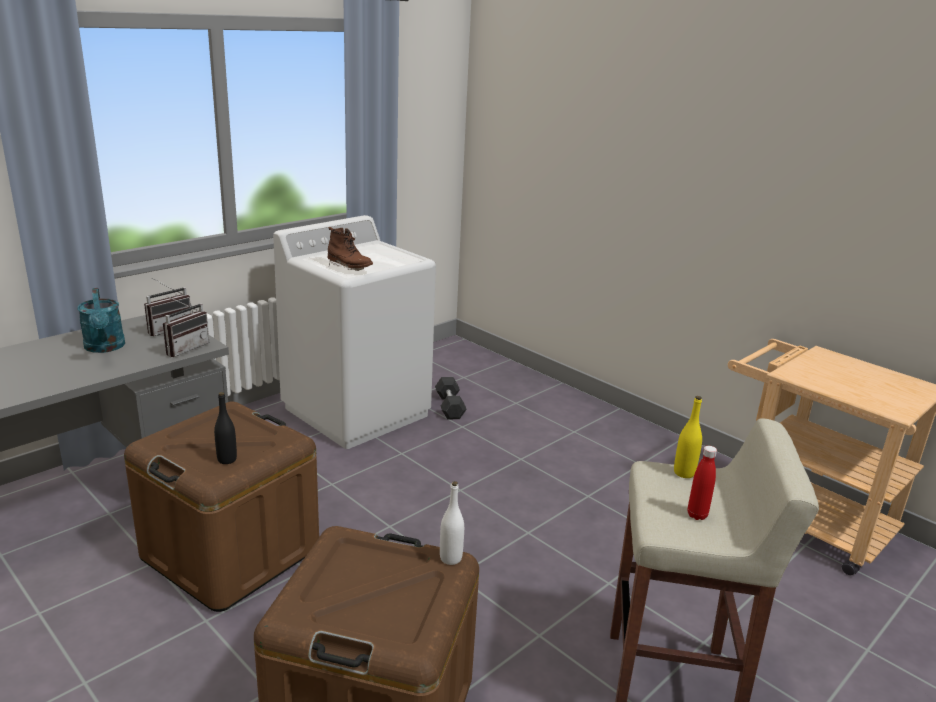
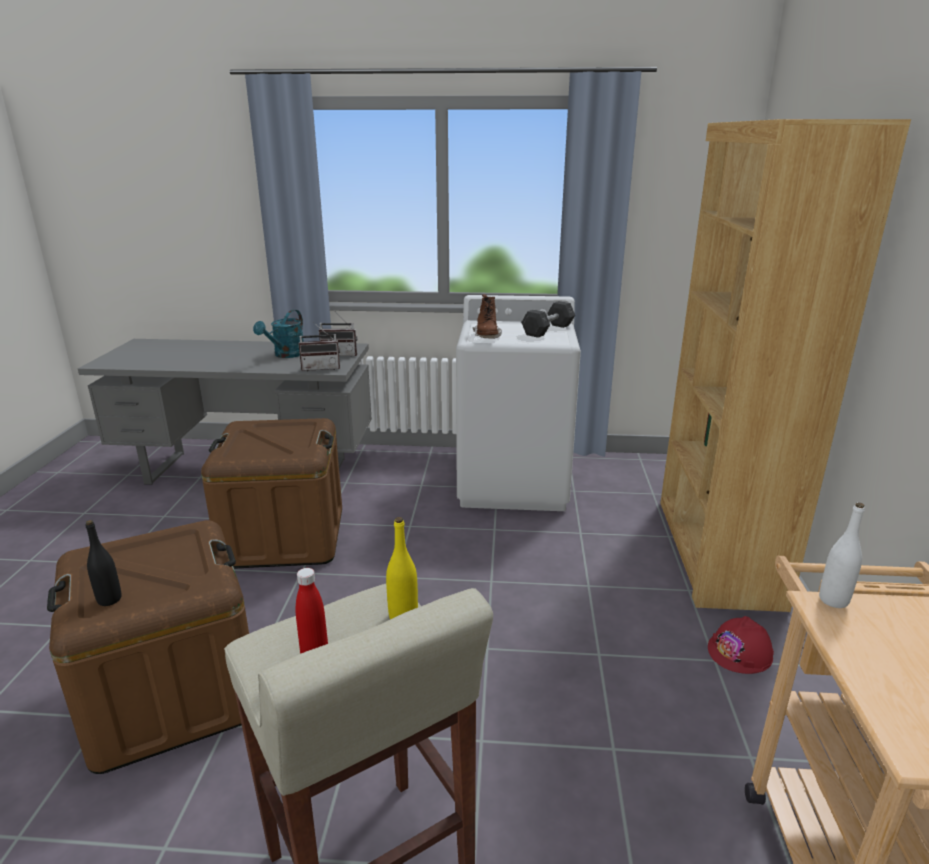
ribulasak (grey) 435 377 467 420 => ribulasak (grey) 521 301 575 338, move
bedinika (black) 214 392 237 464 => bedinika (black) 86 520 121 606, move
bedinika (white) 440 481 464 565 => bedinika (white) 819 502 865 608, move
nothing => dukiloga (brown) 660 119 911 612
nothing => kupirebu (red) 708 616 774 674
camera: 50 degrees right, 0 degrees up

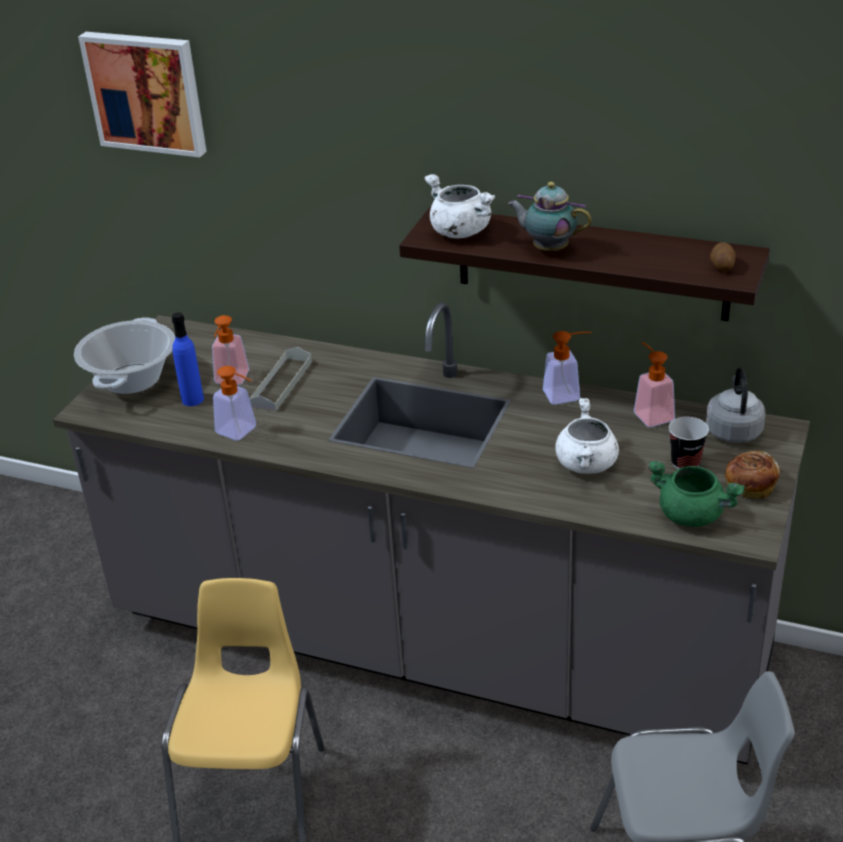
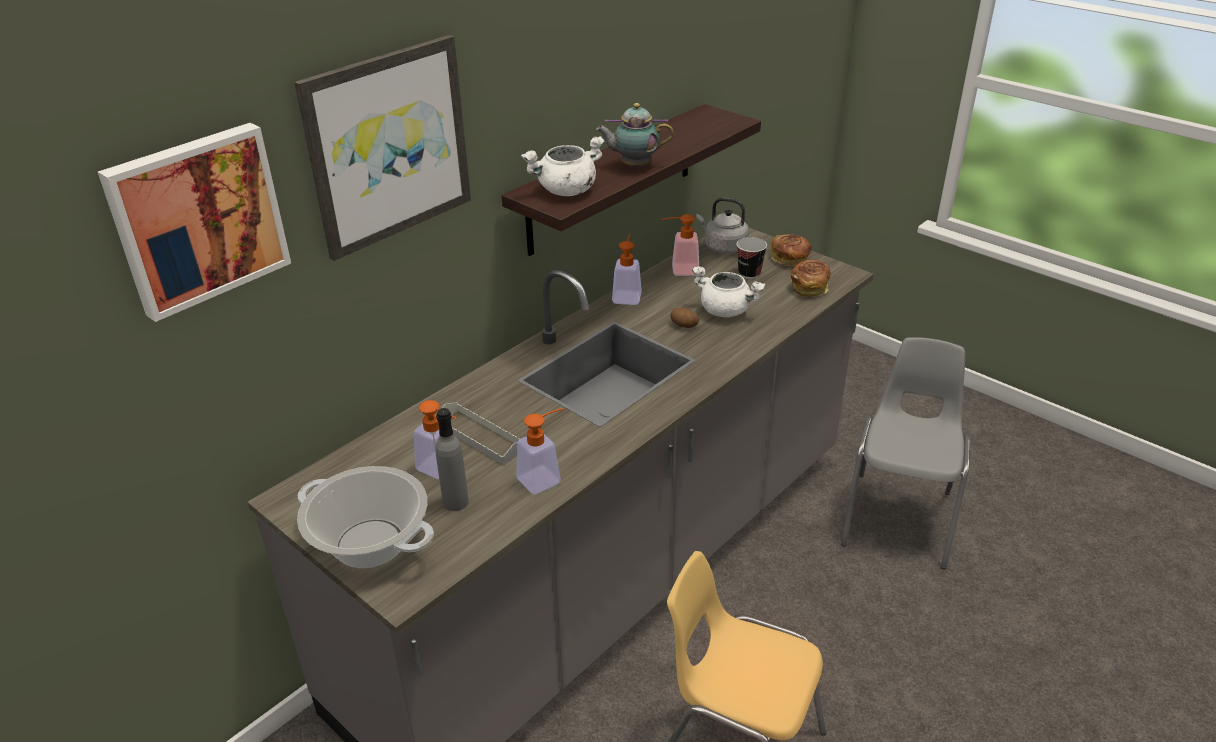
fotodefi 508 182 592 251 => fotodefi 596 103 674 166, 45 degrees clockwise
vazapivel 710 242 736 271 => vazapivel 670 308 699 328, move
bedinika (blue) 172 312 204 406 => bedinika (grey) 435 408 469 511
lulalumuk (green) 648 461 745 527 => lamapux 791 259 831 297
nothing => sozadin 294 35 471 261
camera: 70 degrees left, 0 degrees up

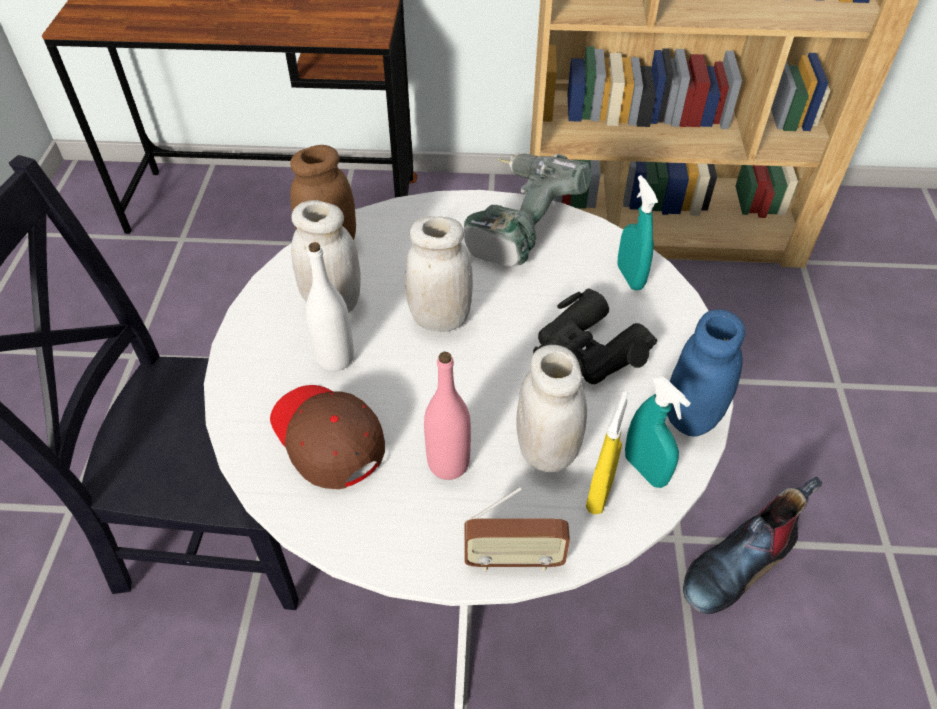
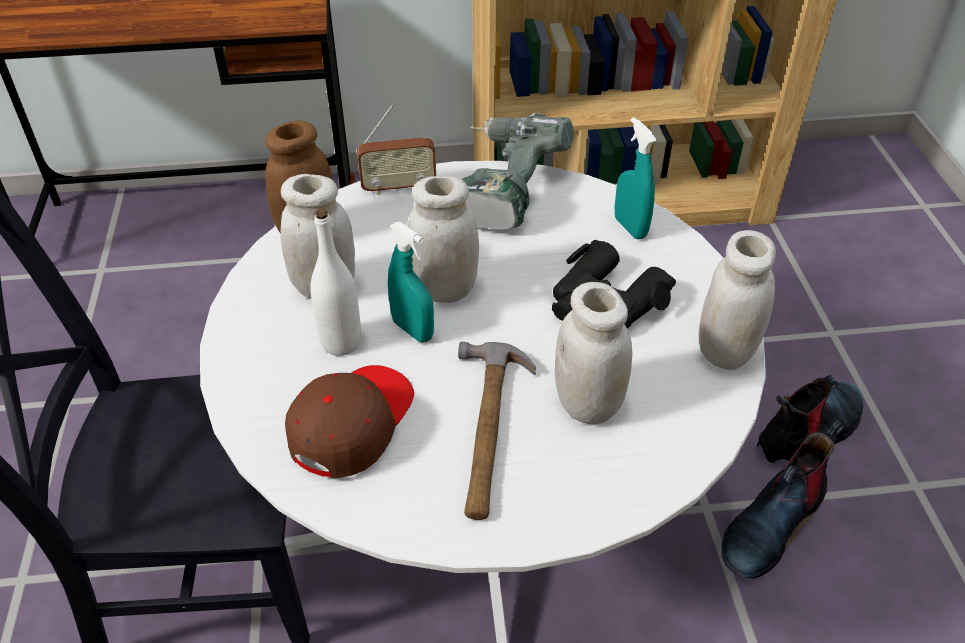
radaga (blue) 667 309 745 437 => radaga (white) 699 230 776 370
bedinika (pink) 424 352 471 480 => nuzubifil 458 342 536 520
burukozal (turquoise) 625 375 691 488 => burukozal (turquoise) 388 222 434 342, move
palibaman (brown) 270 385 385 489 => palibaman (brown) 285 365 414 478, 75 degrees clockwise
burukozal (yellow) 586 392 629 514 => nothing
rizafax 464 486 570 571 => rizafax 357 103 436 195, move
nothing => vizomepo 757 375 863 463
camera: 10 degrees left, 5 degrees down

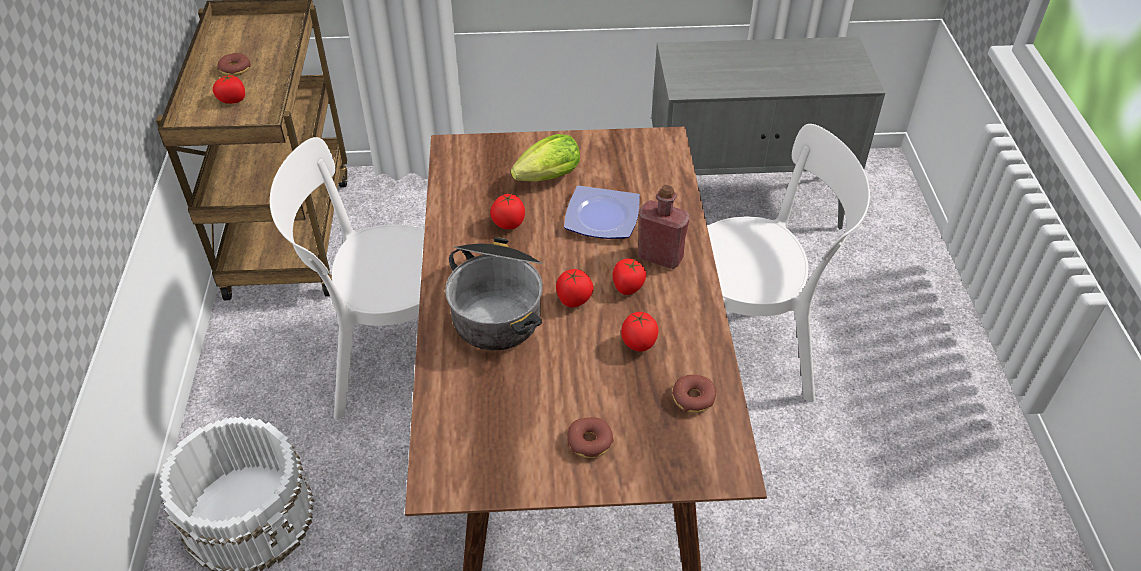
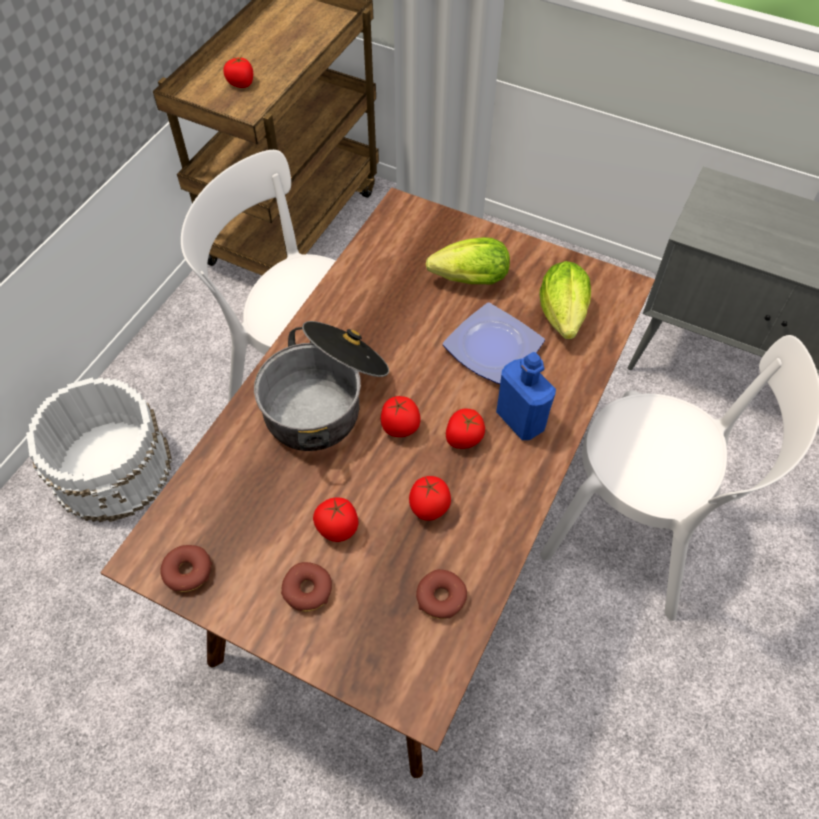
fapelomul 217 53 251 76 => fapelomul 160 545 212 592, move
bedinika (red) 638 185 690 269 => bedinika (blue) 496 352 556 440
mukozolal 490 194 525 229 => mukozolal 313 497 358 542, move
nothing => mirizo 539 261 591 339
camera: 30 degrees right, 10 degrees up

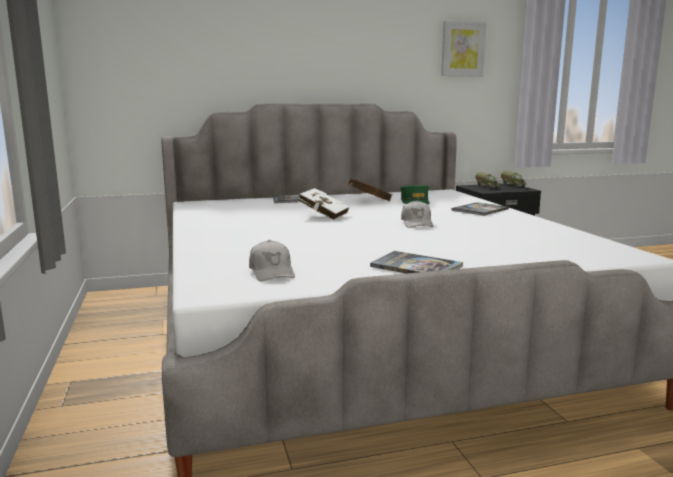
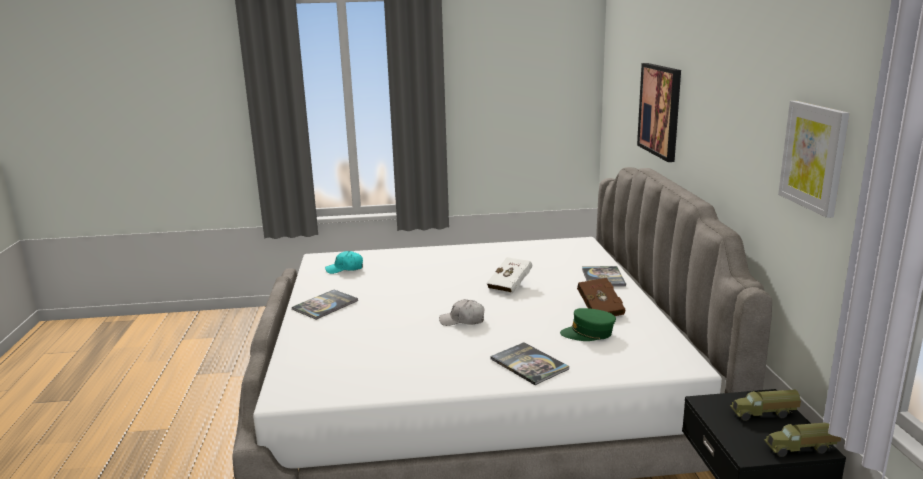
palibaman (white) 249 240 295 281 => palibaman (turquoise) 325 251 363 274
nothing => sozadin 637 63 681 162
camera: 100 degrees right, 5 degrees up

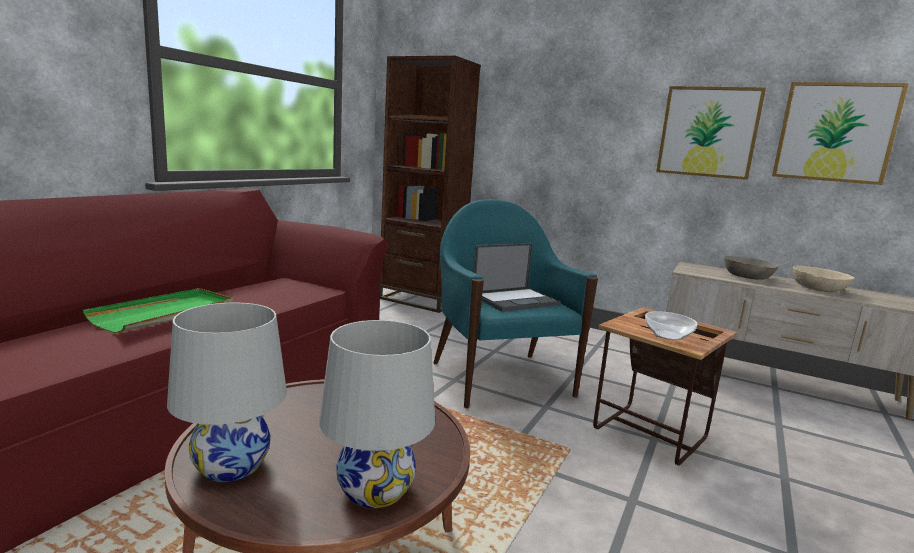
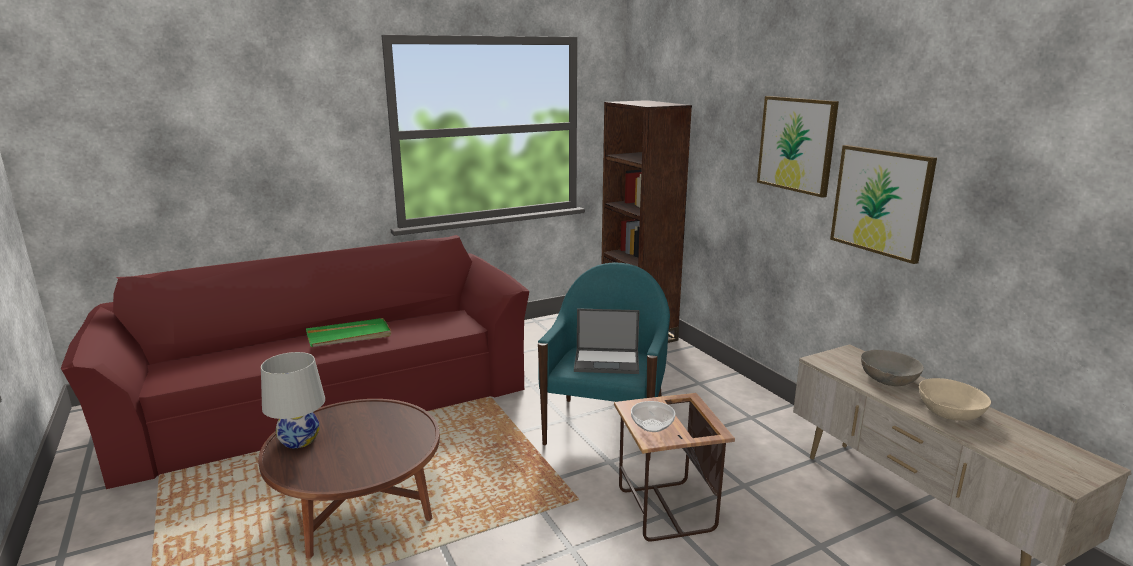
sozadin 772 82 909 185 => sozadin 757 96 839 198, move
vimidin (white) 319 320 435 508 => nothing
camera: 35 degrees right, 5 degrees up

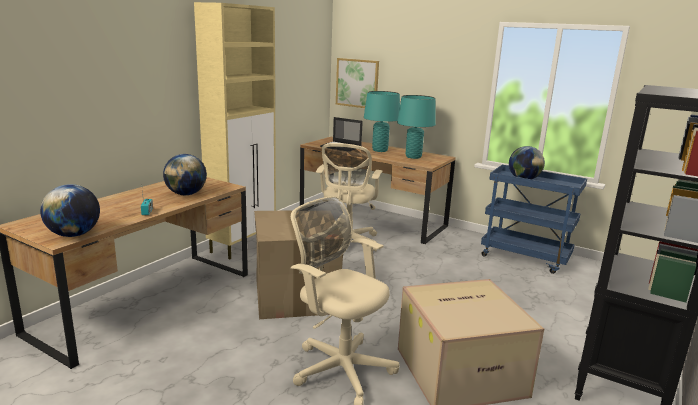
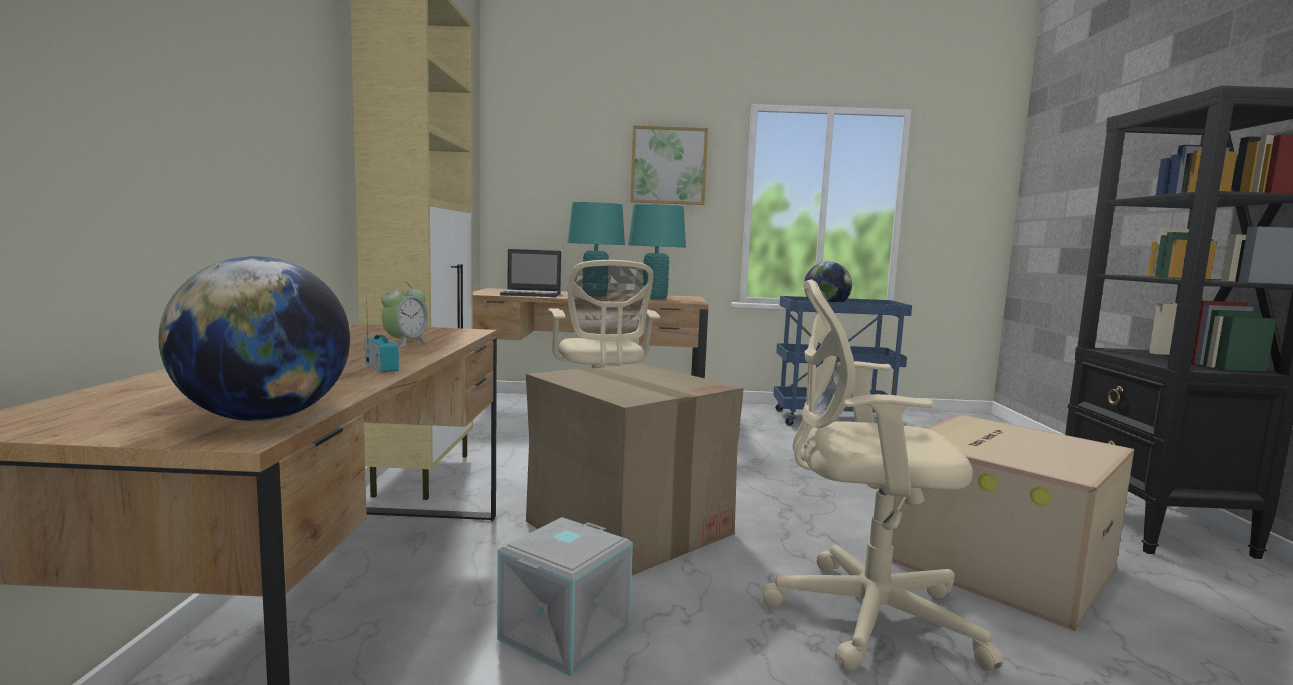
sozadin 336 58 379 108 => sozadin 631 125 708 205, move
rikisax 163 154 207 195 => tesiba 381 282 429 347
nothing => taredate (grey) 497 517 633 677
camera: 30 degrees left, 10 degrees down

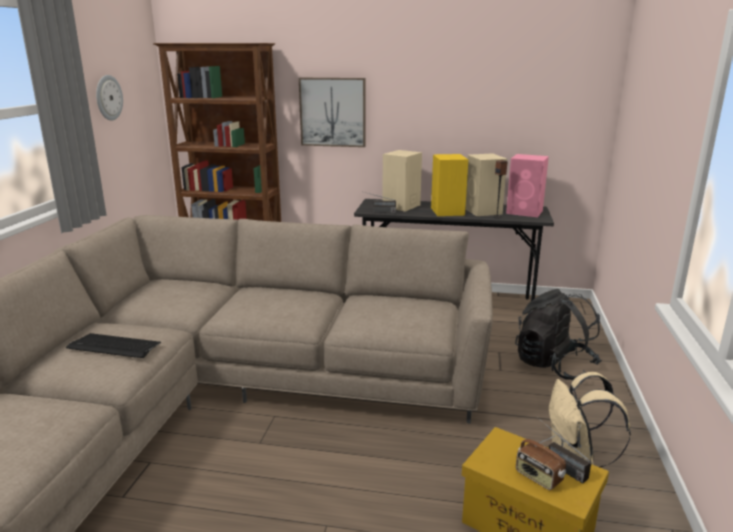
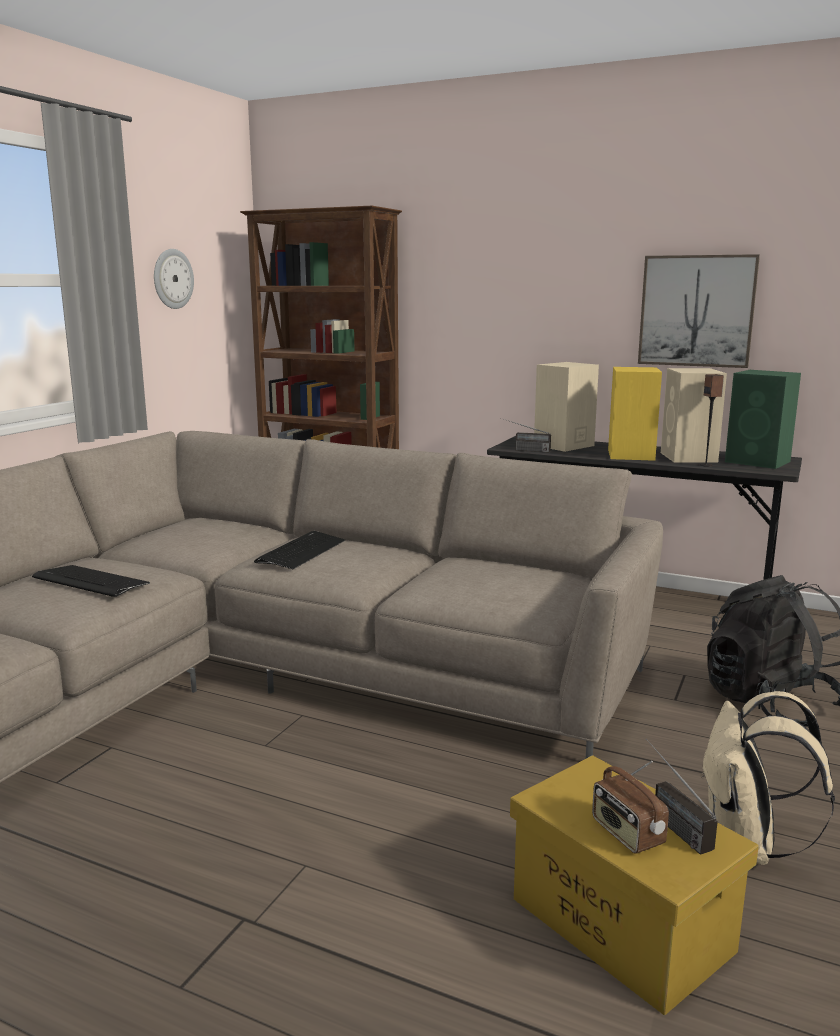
sozadin 299 78 366 147 => sozadin 638 254 760 368, move
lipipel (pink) 506 154 549 217 => lipipel (green) 725 370 801 469
nothing => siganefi 254 531 345 569
camera: 15 degrees right, 5 degrees down

